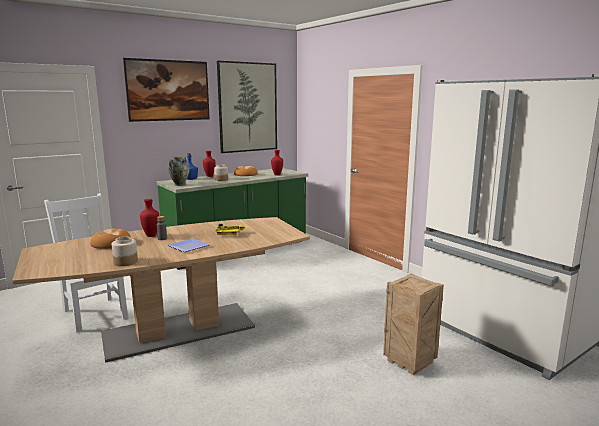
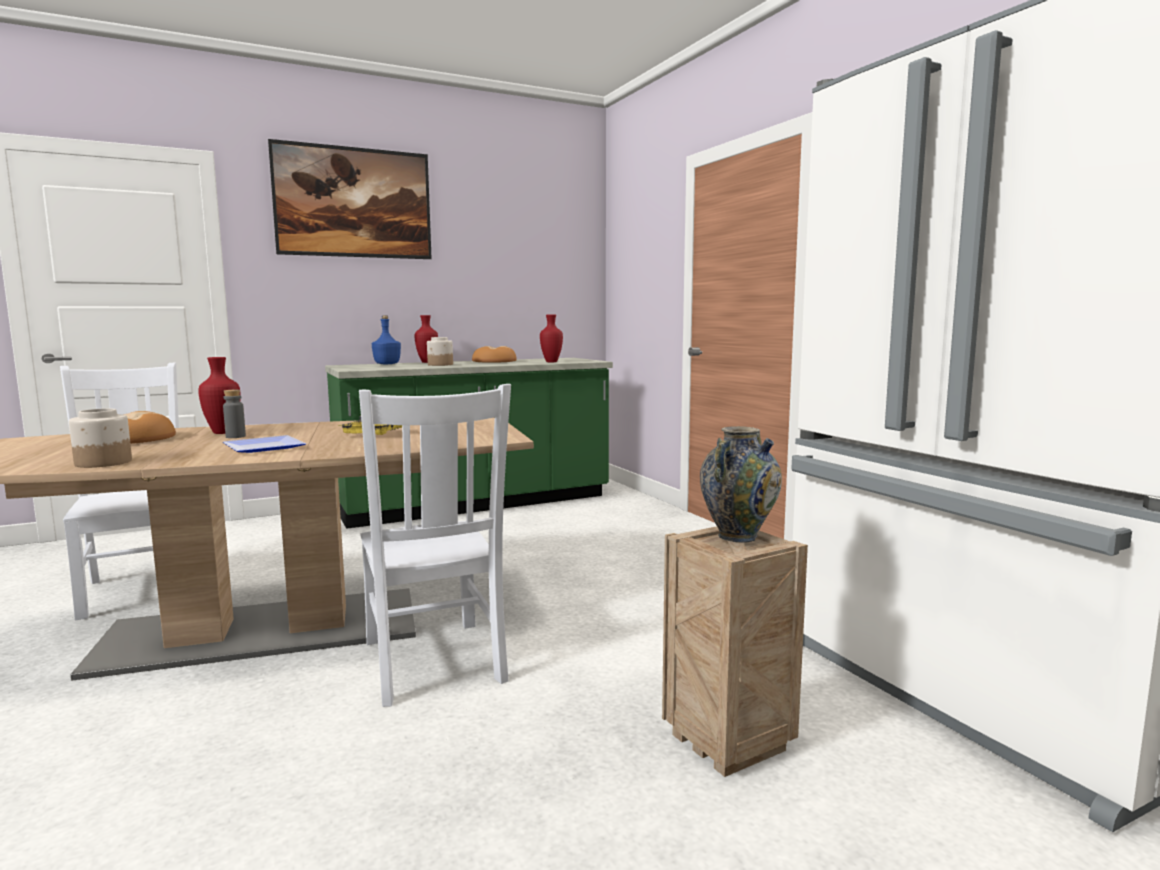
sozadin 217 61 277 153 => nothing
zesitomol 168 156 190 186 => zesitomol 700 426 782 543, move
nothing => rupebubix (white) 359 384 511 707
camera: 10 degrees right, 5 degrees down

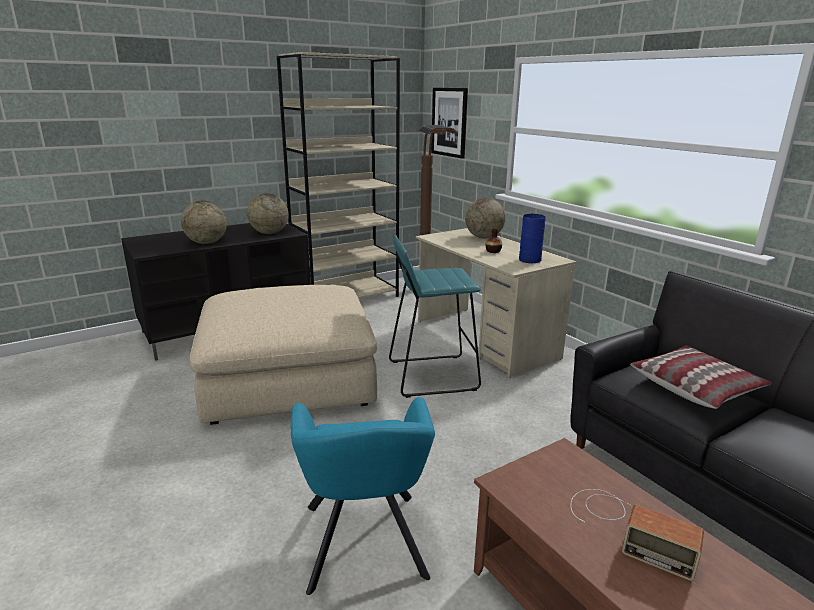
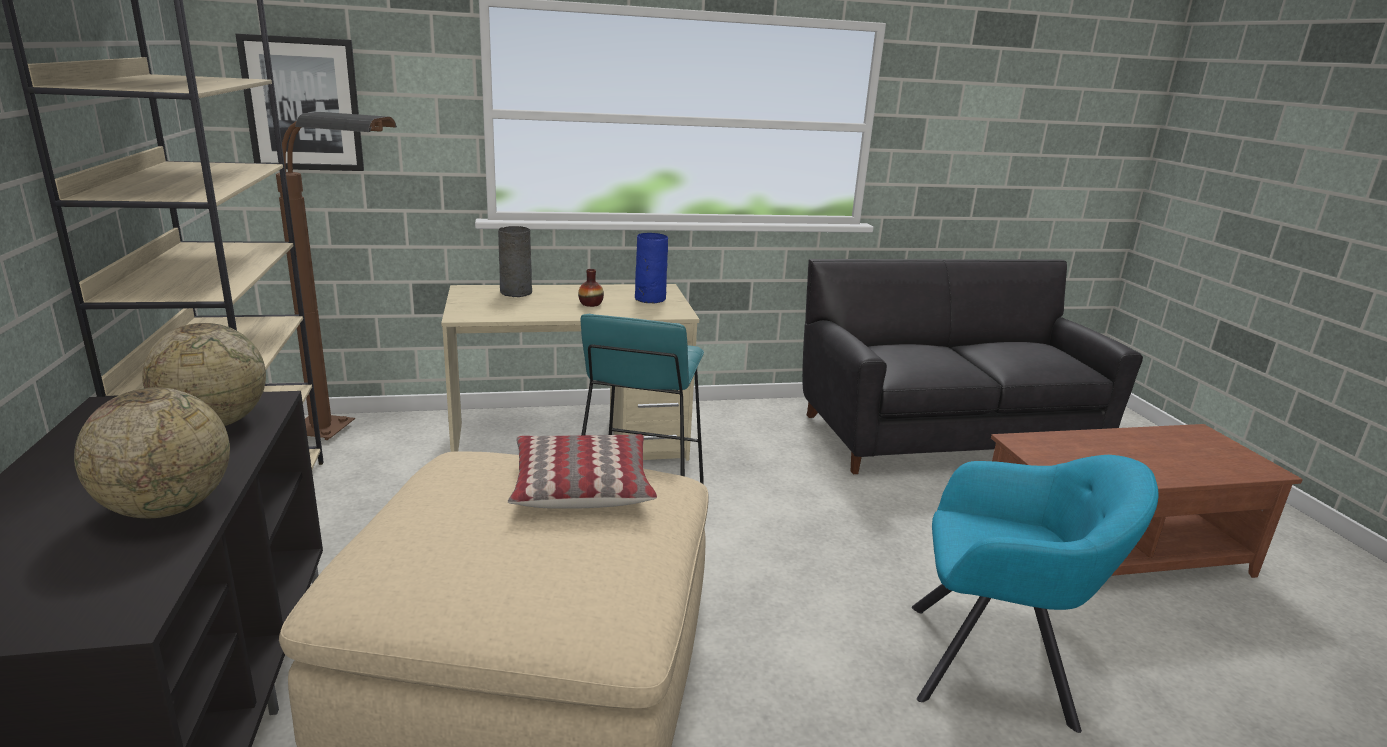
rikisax 465 198 505 238 => zesitomol (grey) 498 226 532 297
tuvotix 630 346 772 409 => tuvotix 508 434 657 509, move
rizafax 571 489 704 581 => nothing
camera: 70 degrees left, 0 degrees up

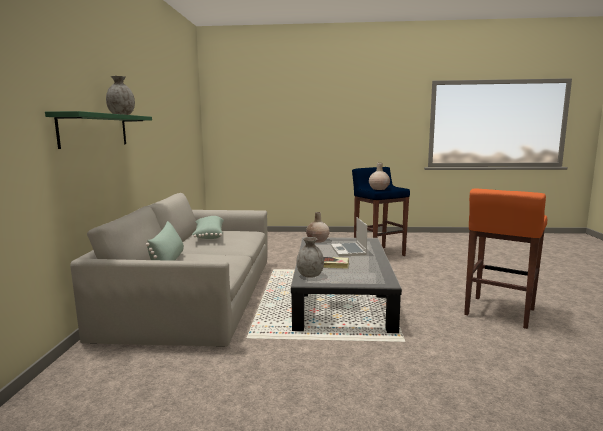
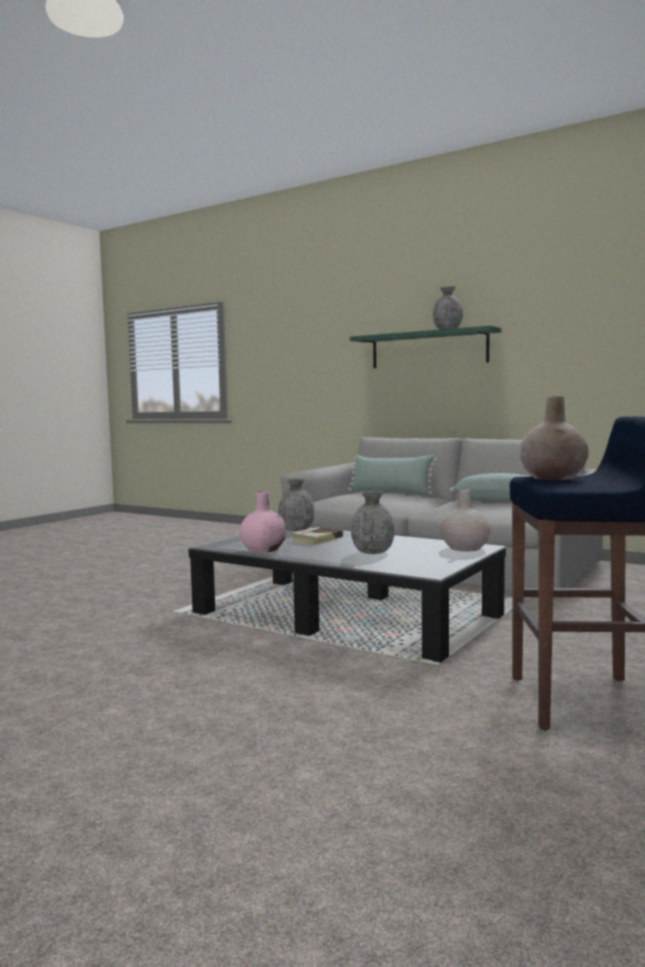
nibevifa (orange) 464 188 547 329 => nothing
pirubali 331 218 367 256 => zesitomol (grey) 351 491 395 554
nothing => zesitomol (pink) 239 491 287 553
camera: 120 degrees right, 5 degrees down

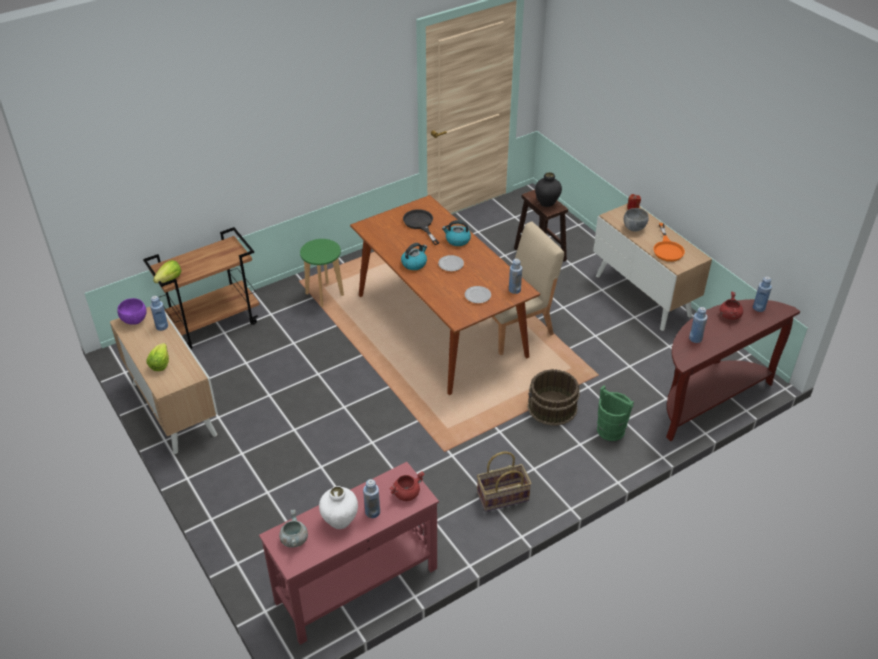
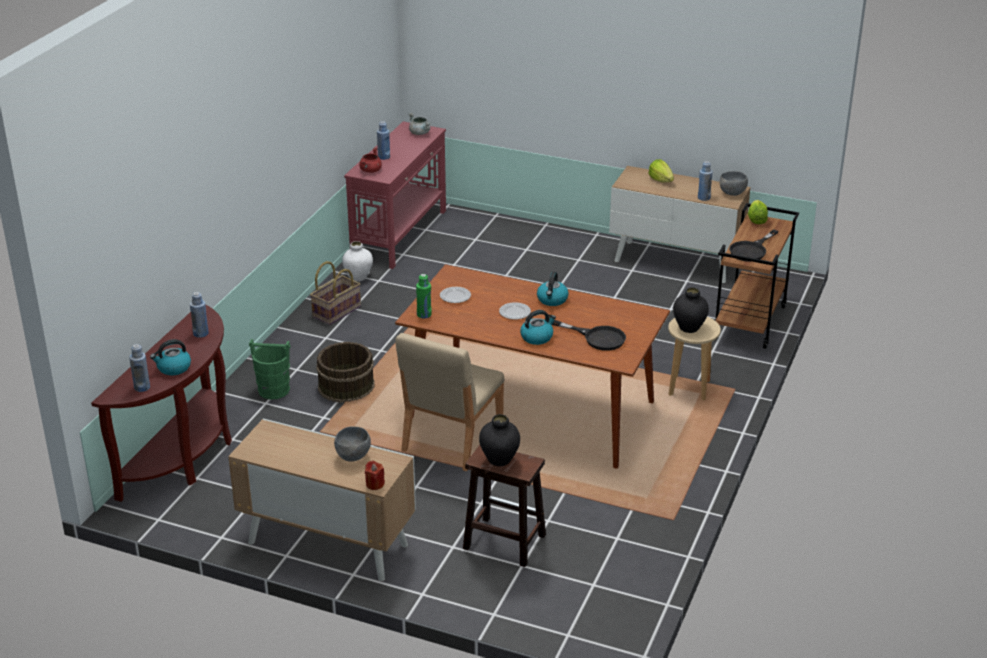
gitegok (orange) 654 223 685 262 => nothing
nibevifa (green) 300 239 344 307 => nibevifa (beige) 668 317 721 400
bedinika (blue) 509 259 522 294 => bedinika (green) 416 274 432 318
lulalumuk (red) 720 292 743 320 => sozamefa 150 339 191 375
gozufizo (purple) 117 298 147 325 => gozufizo (grey) 720 171 748 196
zesitomol (white) 319 486 358 529 => zesitomol (white) 342 241 373 281, move
nothing => gitegok (black) 729 229 778 262
nothing => zesitomol (black) 673 287 709 333
camera: 145 degrees right, 10 degrees down

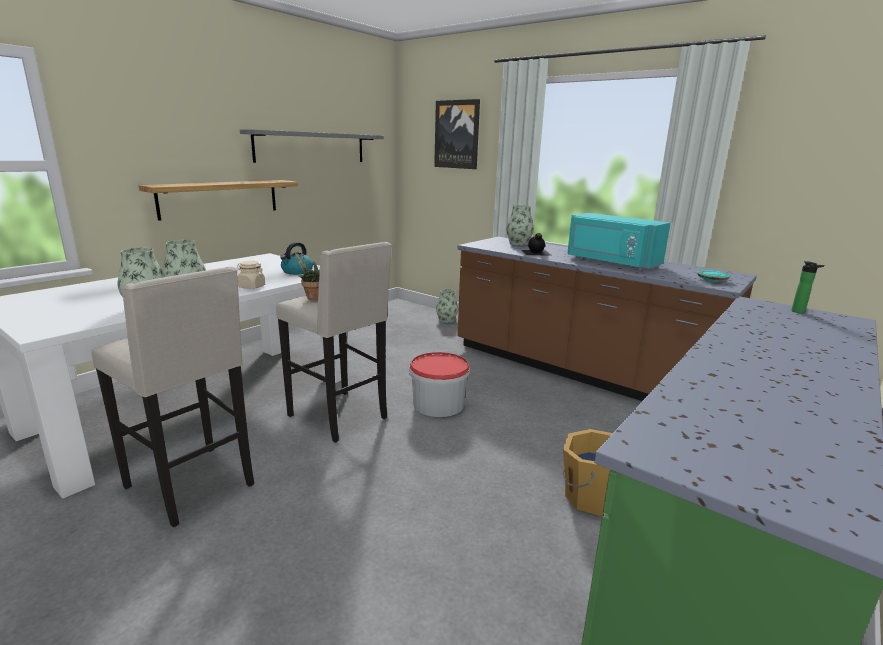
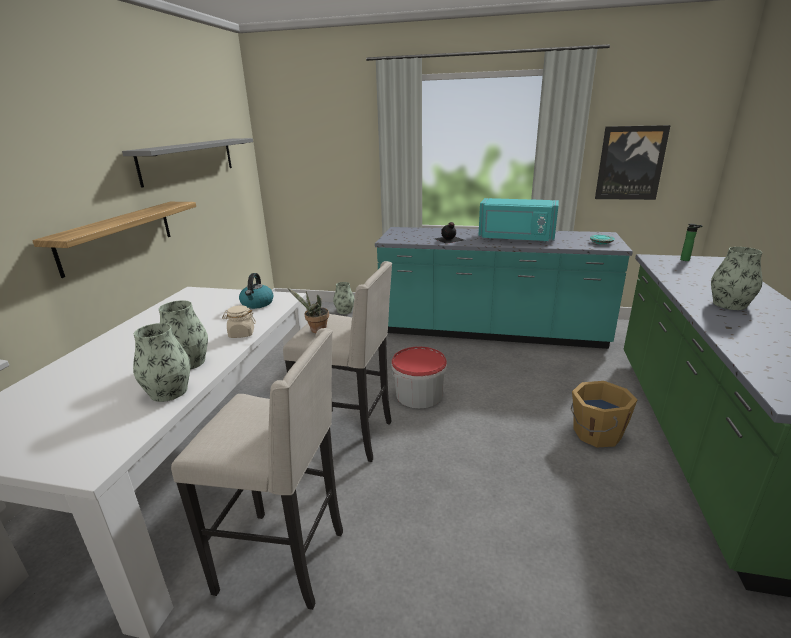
sozadin 434 99 480 169 => sozadin 595 125 671 200, move
zesitomol 506 205 534 246 => zesitomol 711 247 762 310, move
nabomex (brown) 457 237 757 401 => nabomex (turquoise) 375 227 633 349
camera: 25 degrees left, 5 degrees up

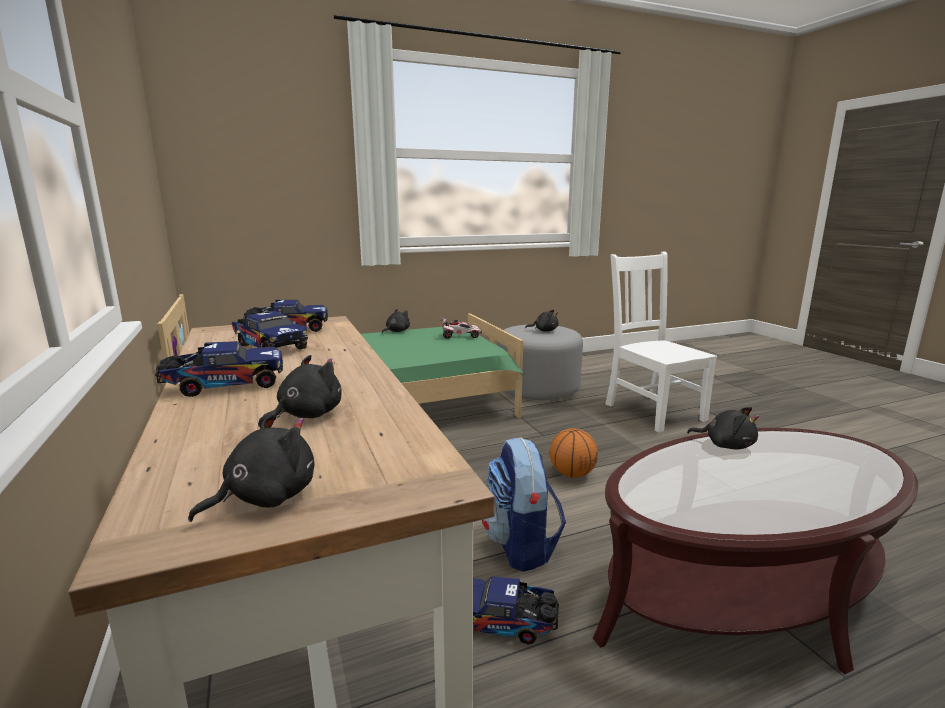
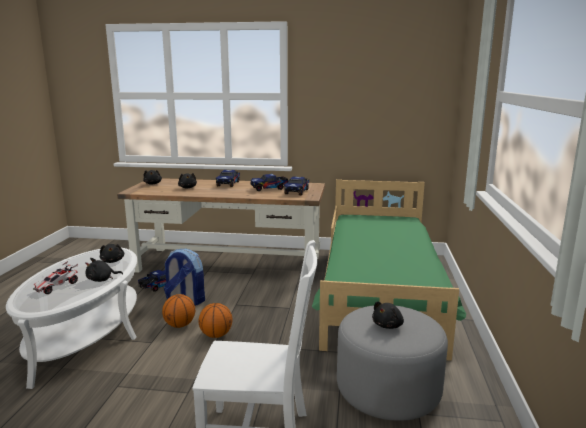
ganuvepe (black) 382 309 410 333 => ganuvepe (black) 100 244 124 263, move
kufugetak 440 317 482 339 => kufugetak 33 261 78 294, move
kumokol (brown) 593 428 918 674 => kumokol (white) 6 248 137 389
nothing => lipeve 162 294 195 328
camera: 120 degrees right, 0 degrees up

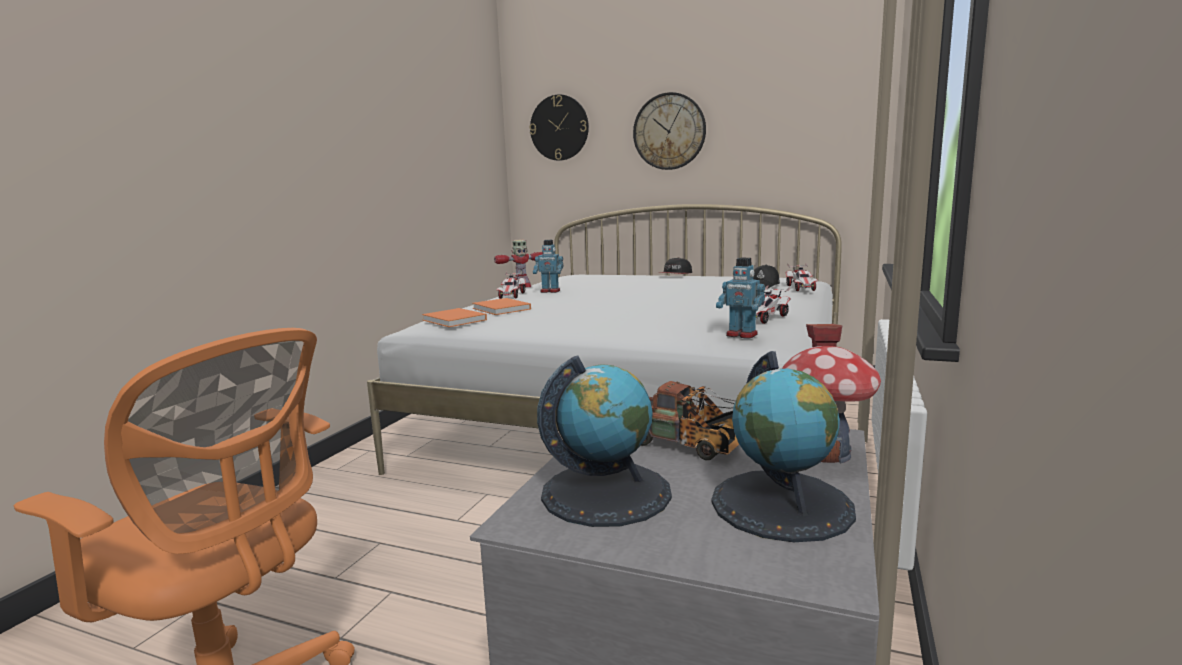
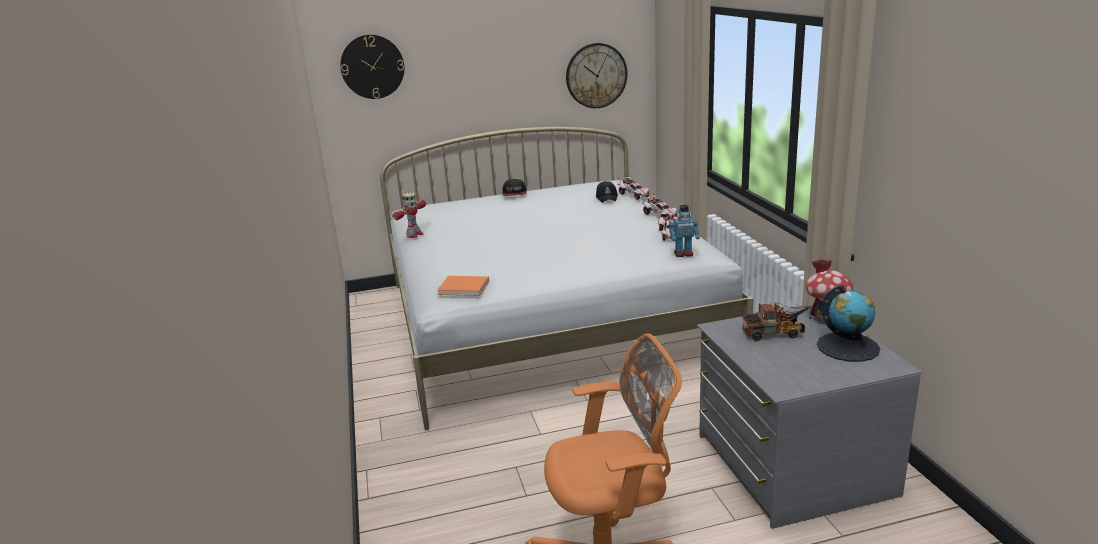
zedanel 633 92 706 170 => zedanel 566 43 628 108, move
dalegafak 533 240 563 293 => nothing
kufugetak 496 271 526 299 => kufugetak 642 193 678 219, move
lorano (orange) 472 298 531 315 => nothing
rikisax 537 355 672 527 => nothing
camera: 35 degrees left, 10 degrees up

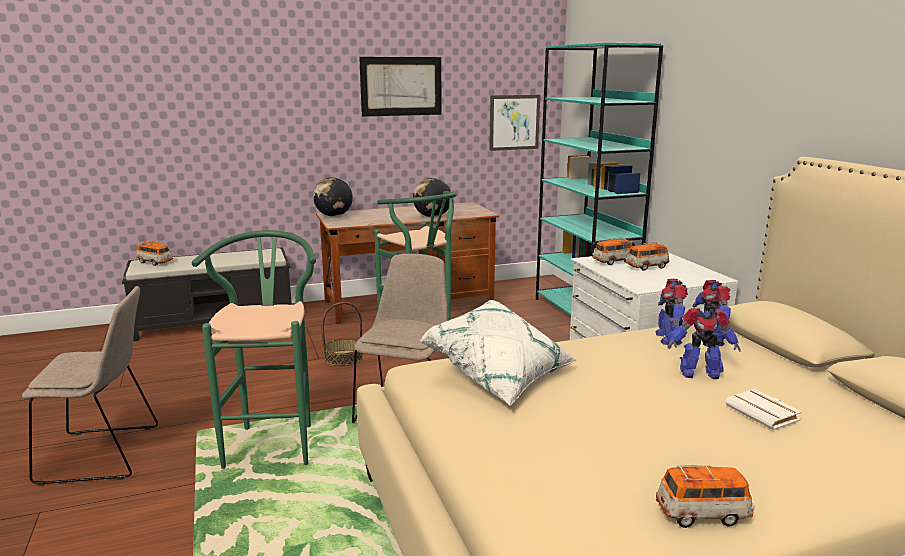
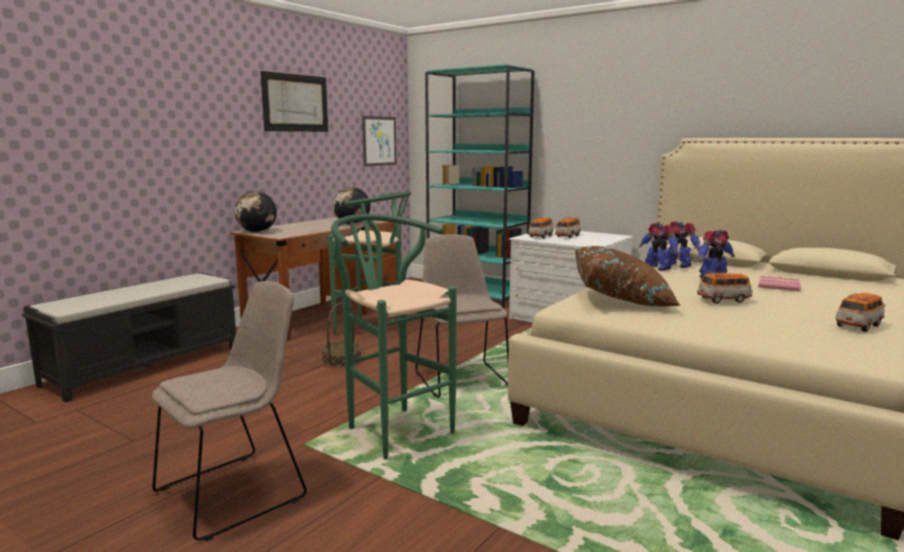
kufugetak 137 241 173 266 => kufugetak 697 272 753 304, move
tuvotix (white) 420 300 577 406 => tuvotix (brown) 575 246 681 307
lorano (white) 726 389 802 430 => lorano (pink) 758 276 801 291
camera: 35 degrees left, 5 degrees down

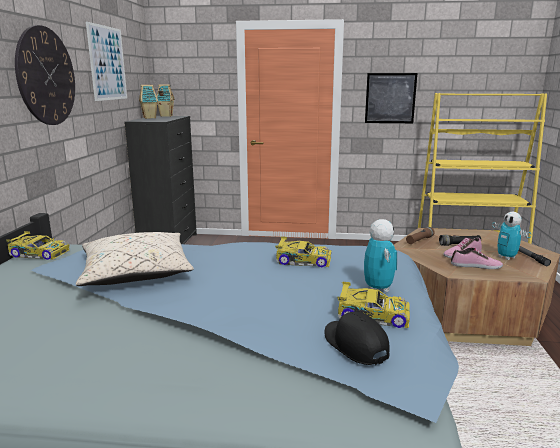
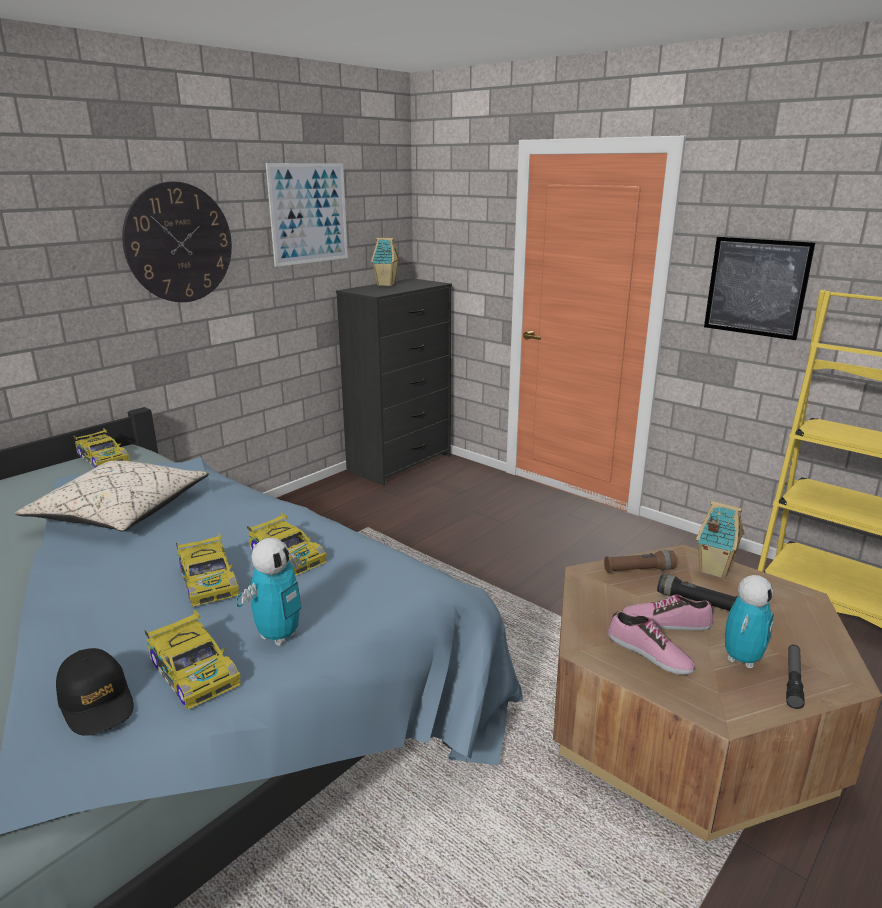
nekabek 157 84 175 117 => nekabek 696 501 745 579, move
dalegafak 492 212 531 260 => dalegafak 725 575 774 668, 150 degrees counterclockwise
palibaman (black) 324 311 390 365 => palibaman (black) 56 648 134 736, 135 degrees clockwise
nothing => kufugetak 176 533 239 607
camera: 35 degrees right, 5 degrees up

